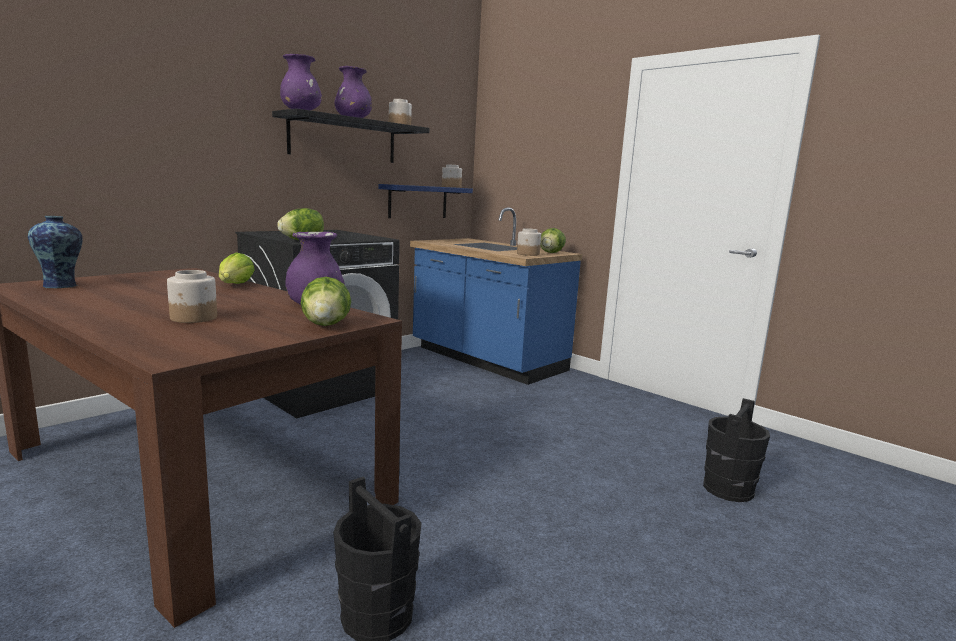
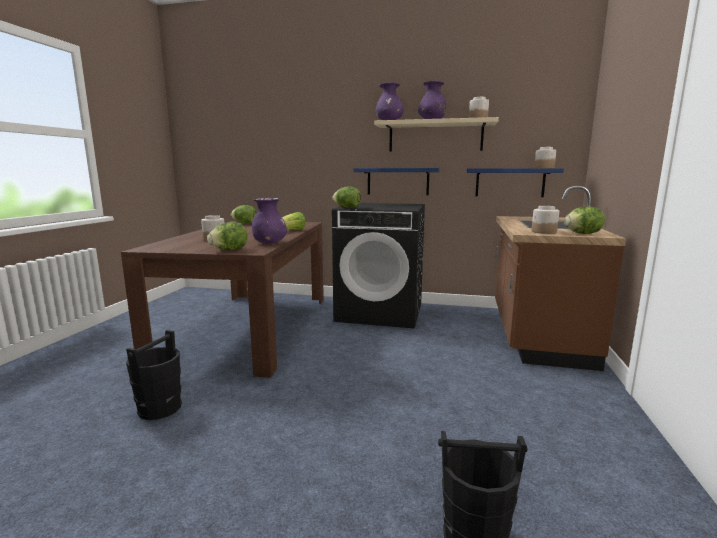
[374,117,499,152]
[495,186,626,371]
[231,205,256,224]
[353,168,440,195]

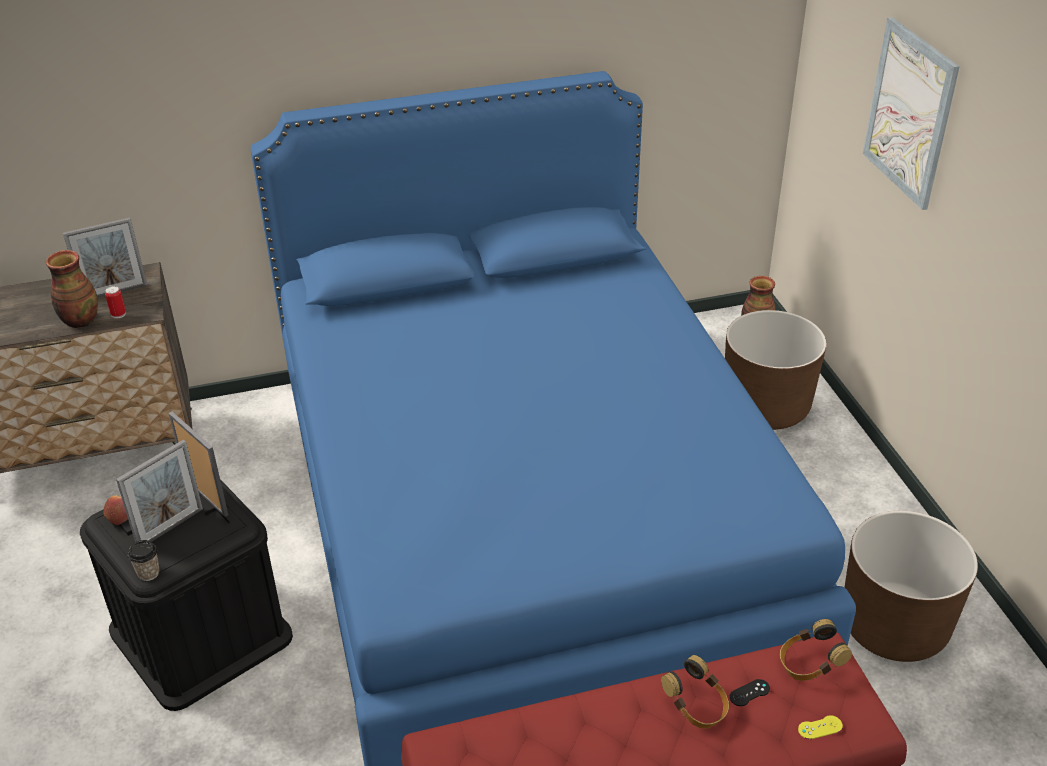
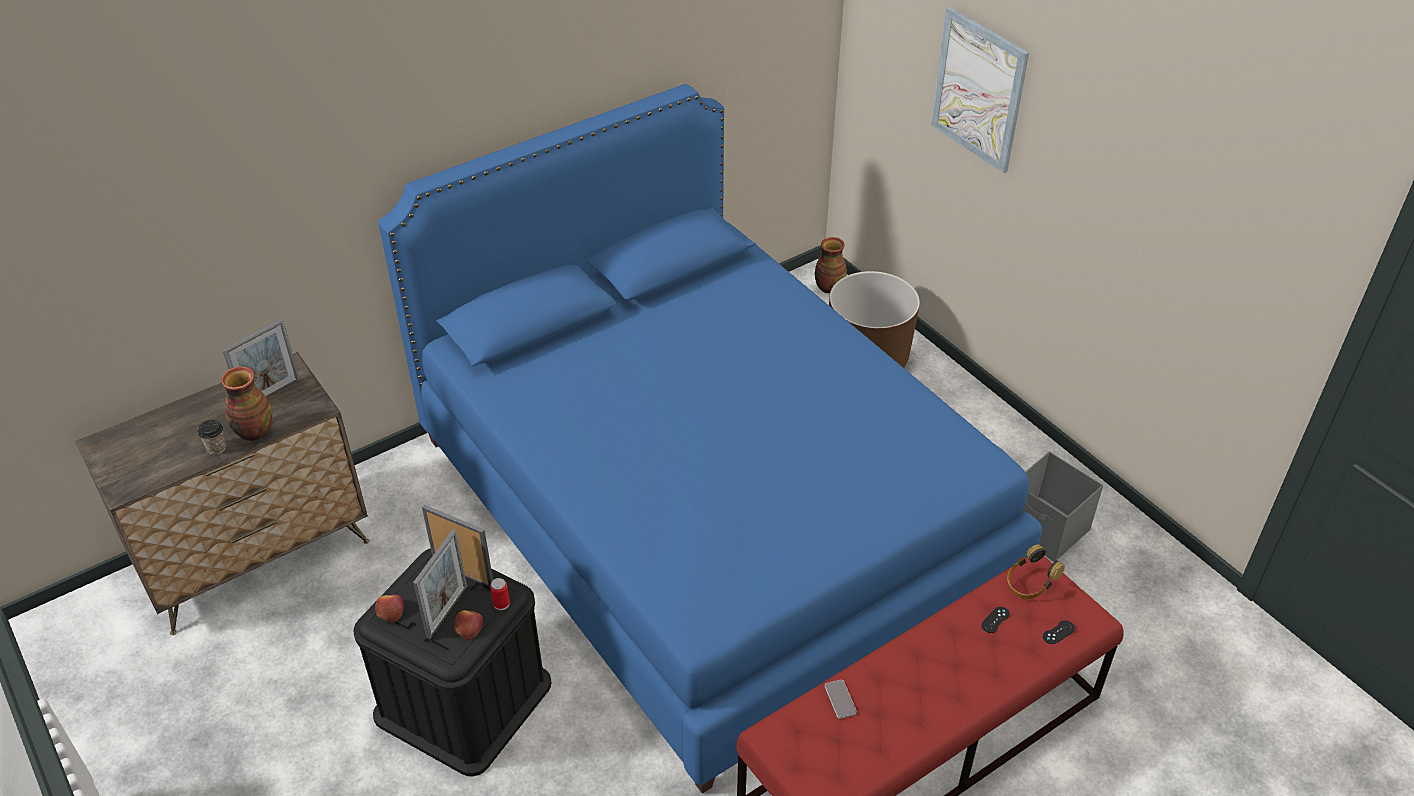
[490,578,510,610]
[1021,452,1103,562]
[198,420,226,455]
[661,655,729,729] (first image)
[1043,620,1075,644]
[454,610,483,640]
[825,680,857,719]

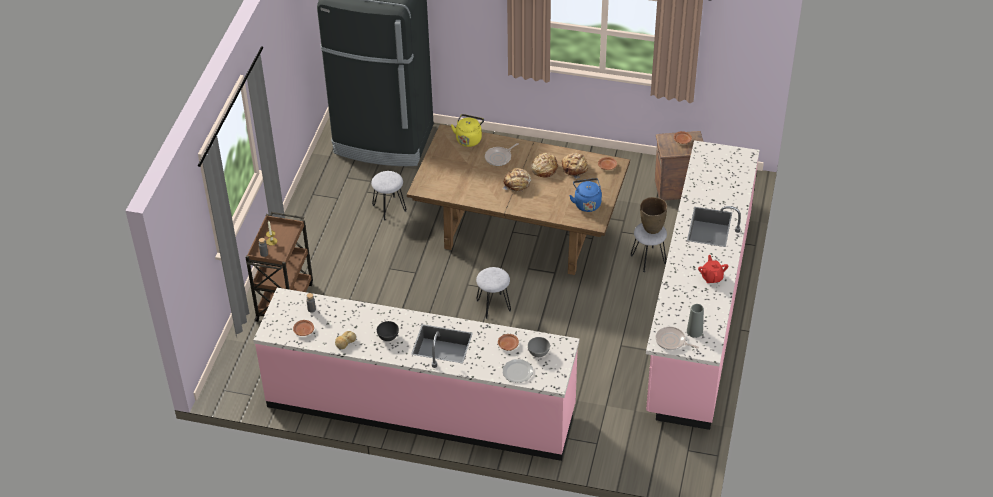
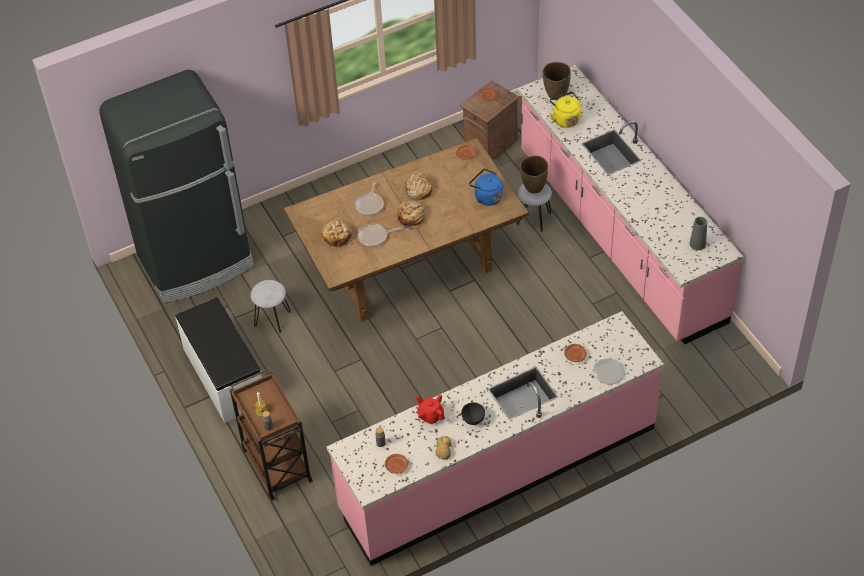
[550,92,581,128]
[321,220,352,247]
[416,395,445,424]
[476,267,511,319] (first image)
[358,224,401,247]
[528,337,550,357] (first image)
[543,62,571,100]
[176,297,262,423]

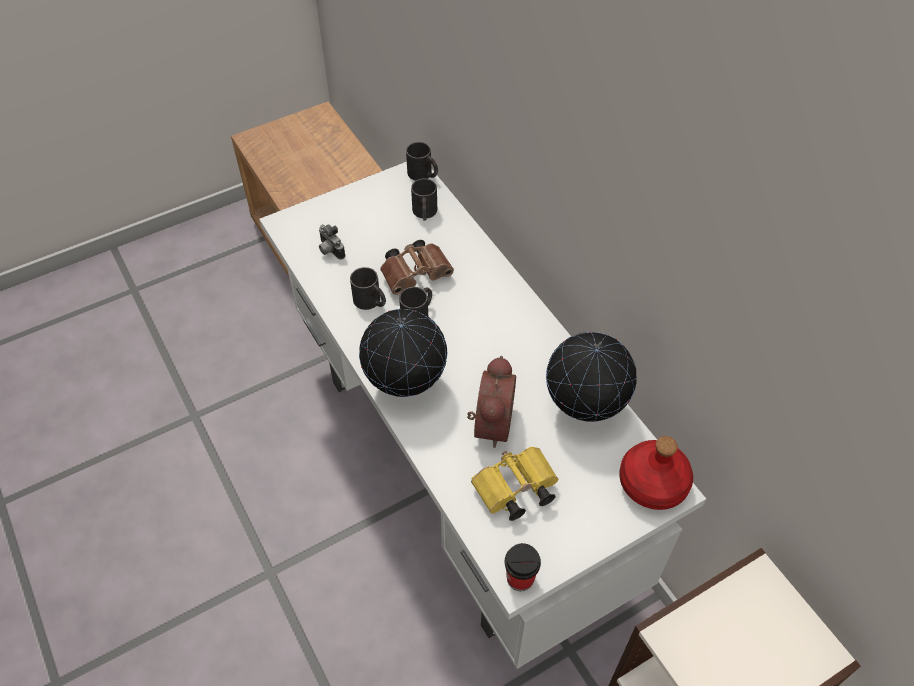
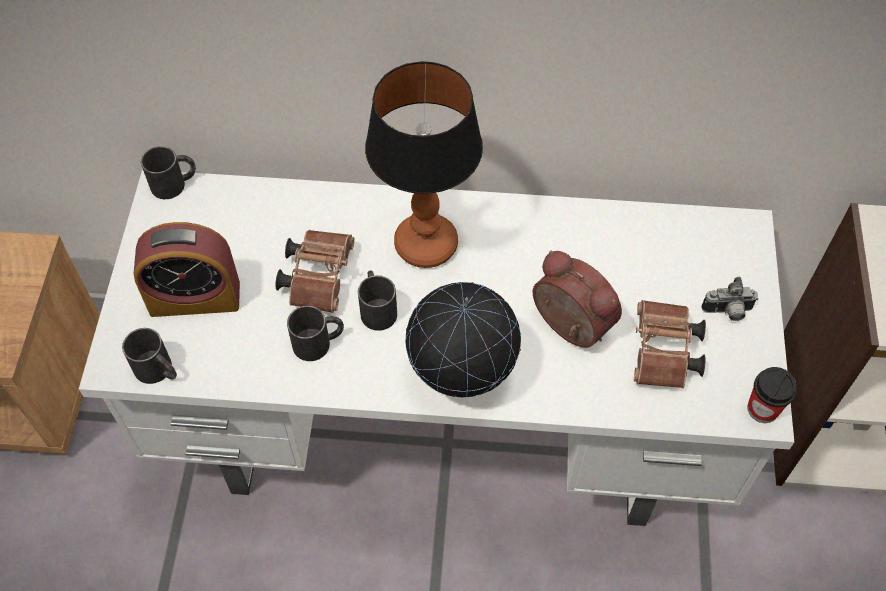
[122,328,177,384]
[701,277,758,321]
[546,332,637,422] (first image)
[619,436,693,510] (first image)
[634,300,706,388]
[365,61,483,268]
[134,222,240,317]

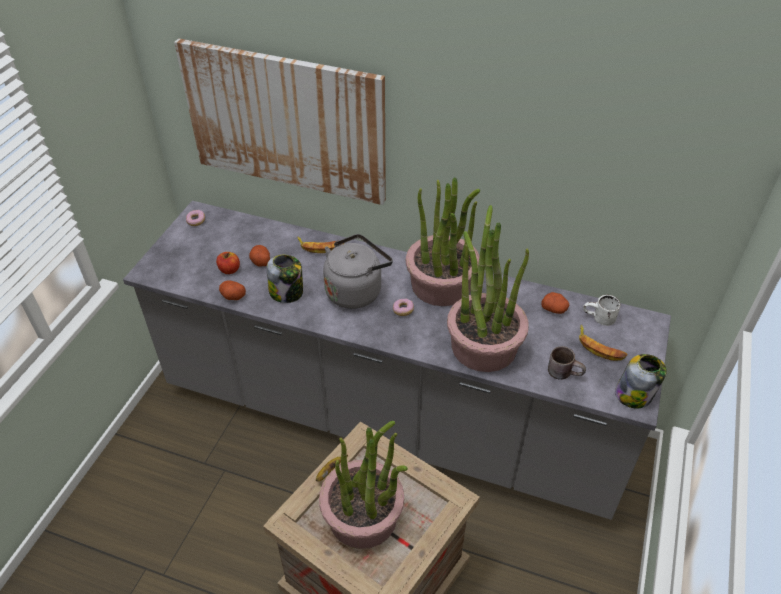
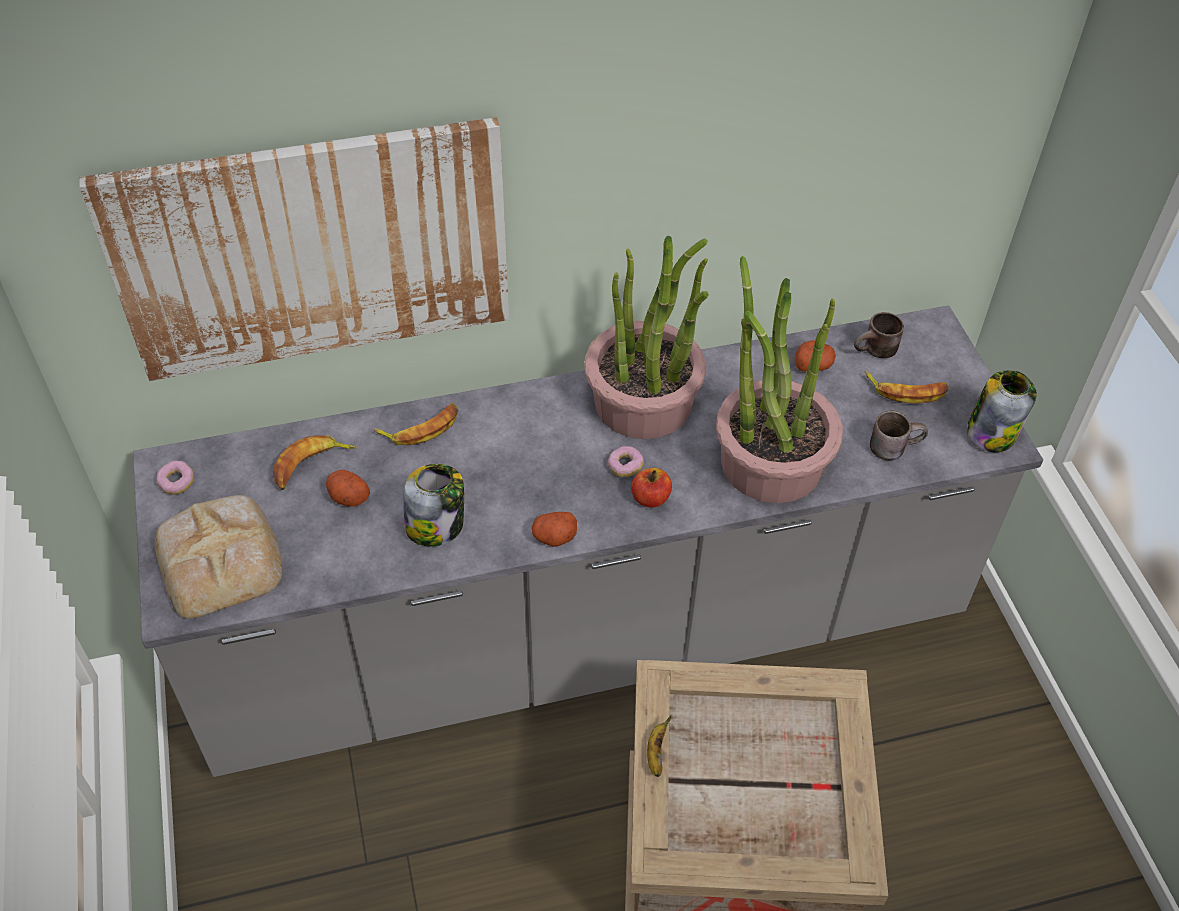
[323,234,393,309] (first image)
[631,468,672,507]
[532,512,577,547]
[854,312,904,358]
[319,421,408,549] (first image)
[273,435,357,490]
[155,495,282,619]

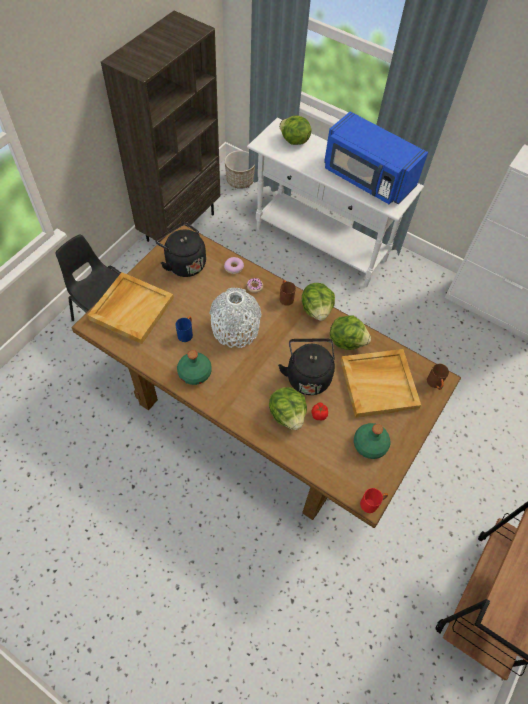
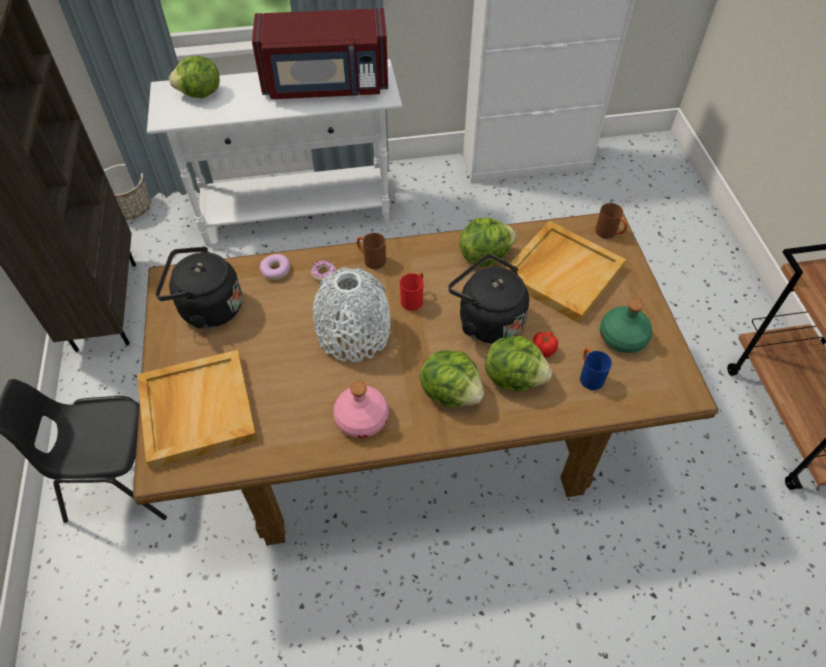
[252,8,388,99]
[419,350,484,407]
[580,348,612,390]
[333,381,389,438]
[400,272,424,311]

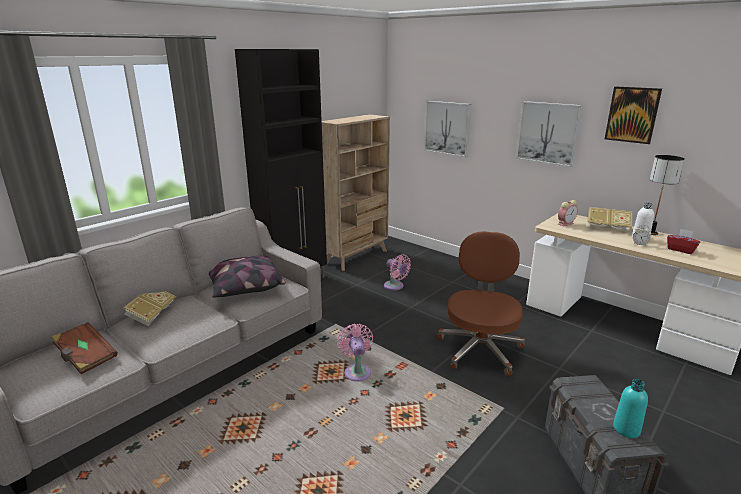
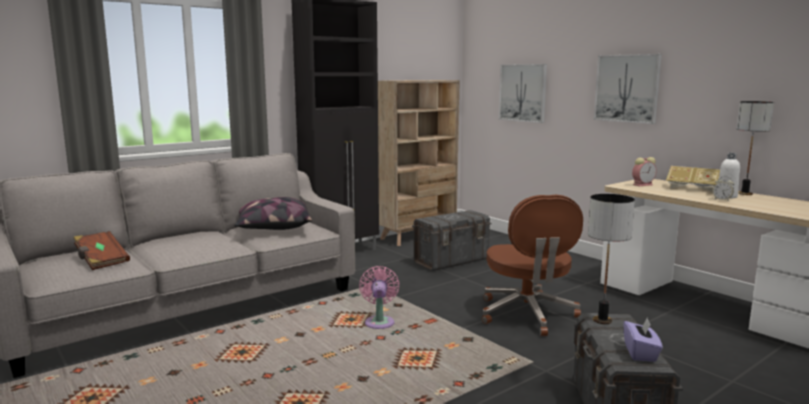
[605,87,662,144] (first image)
[667,229,701,254] (first image)
[482,195,583,336]
[412,210,492,271]
[123,291,176,326] (first image)
[623,318,663,362]
[588,194,635,324]

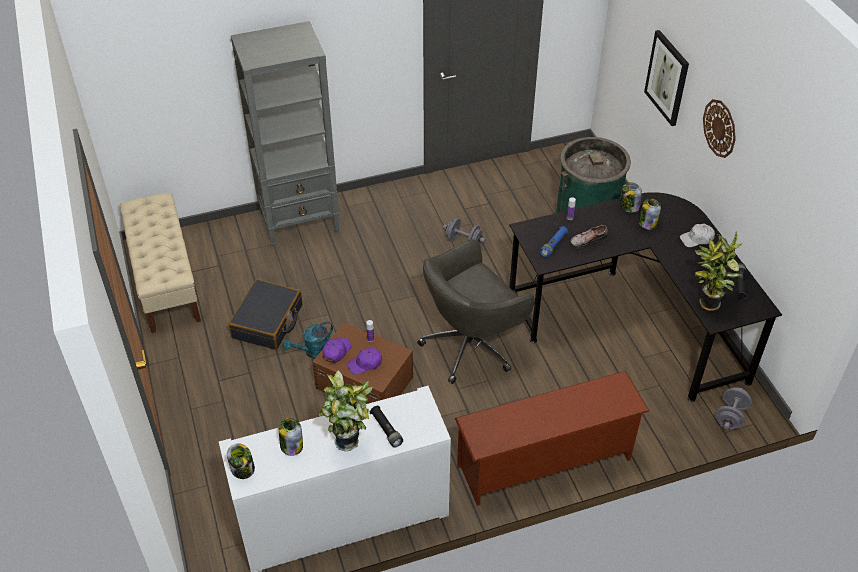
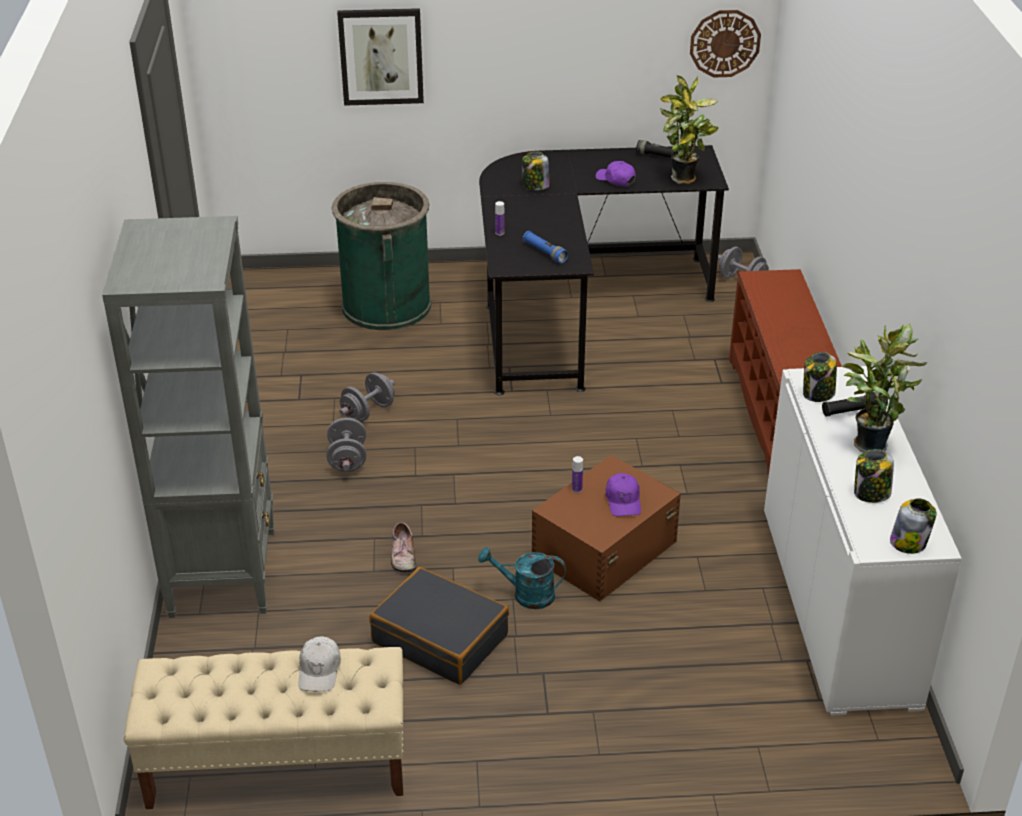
[690,10,761,78]
[803,352,837,402]
[299,637,341,691]
[391,522,417,572]
[417,239,535,384] (first image)
[478,547,566,609]
[596,161,636,187]
[326,418,366,472]

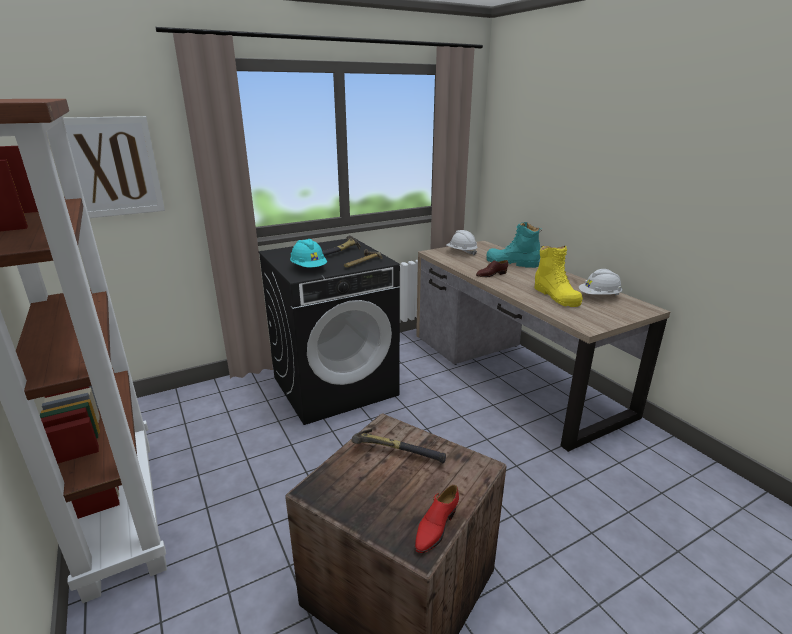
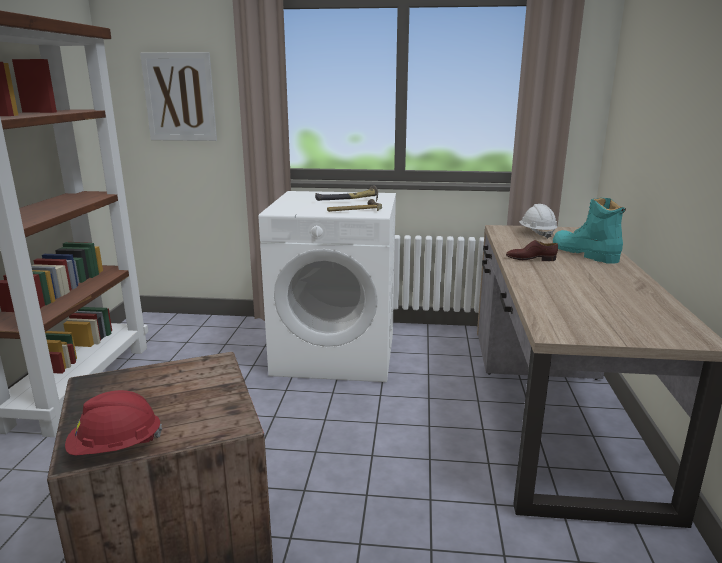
[258,191,396,382]
[290,239,327,267] (first image)
[534,246,583,307] (first image)
[579,269,622,295] (first image)
[352,429,446,463] (first image)
[65,390,162,456]

